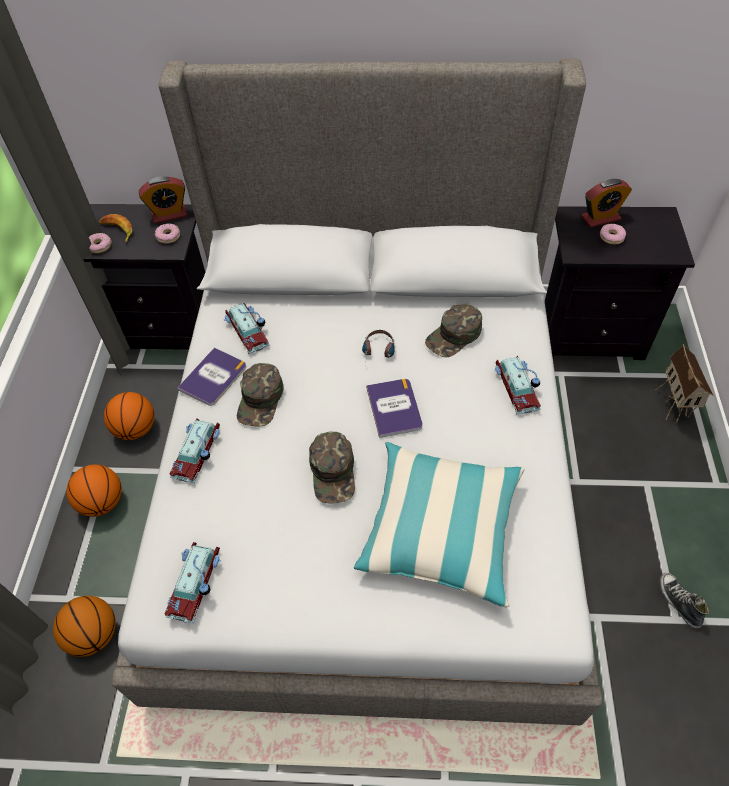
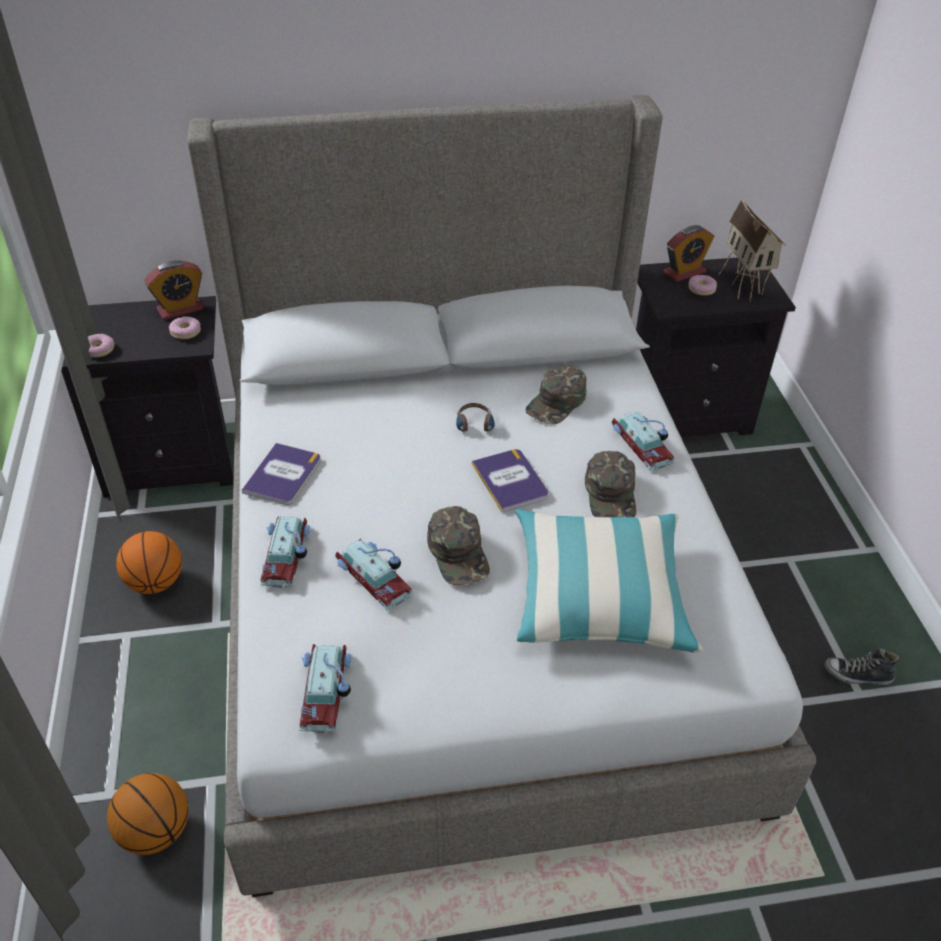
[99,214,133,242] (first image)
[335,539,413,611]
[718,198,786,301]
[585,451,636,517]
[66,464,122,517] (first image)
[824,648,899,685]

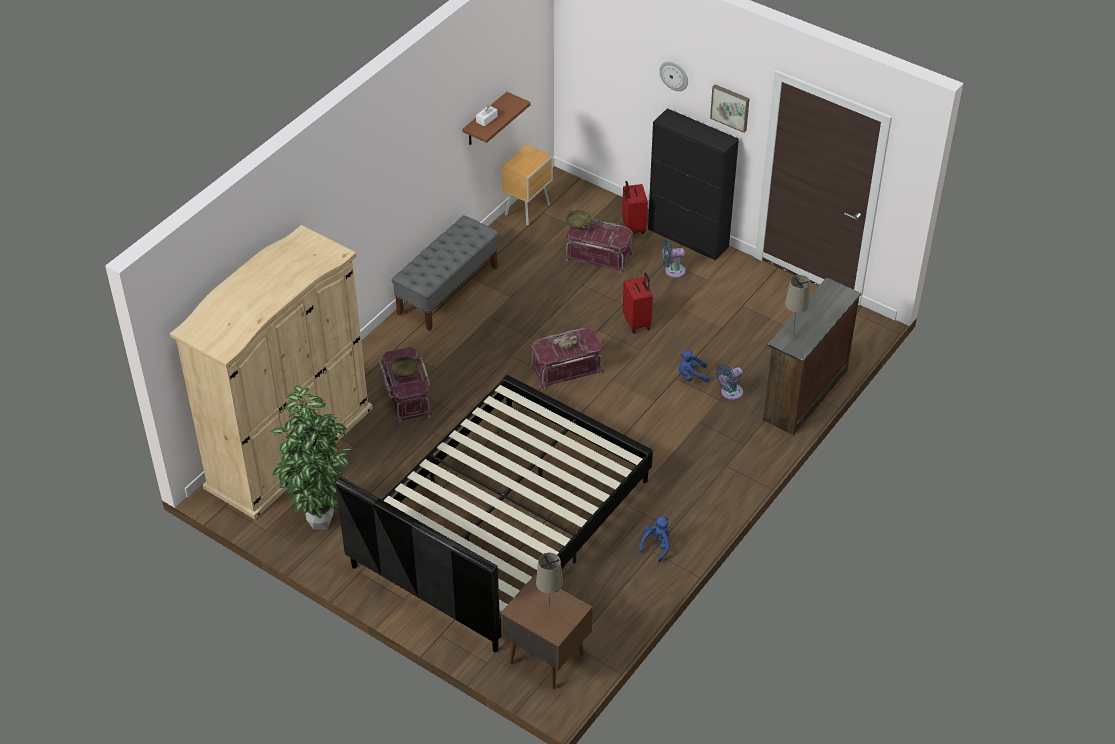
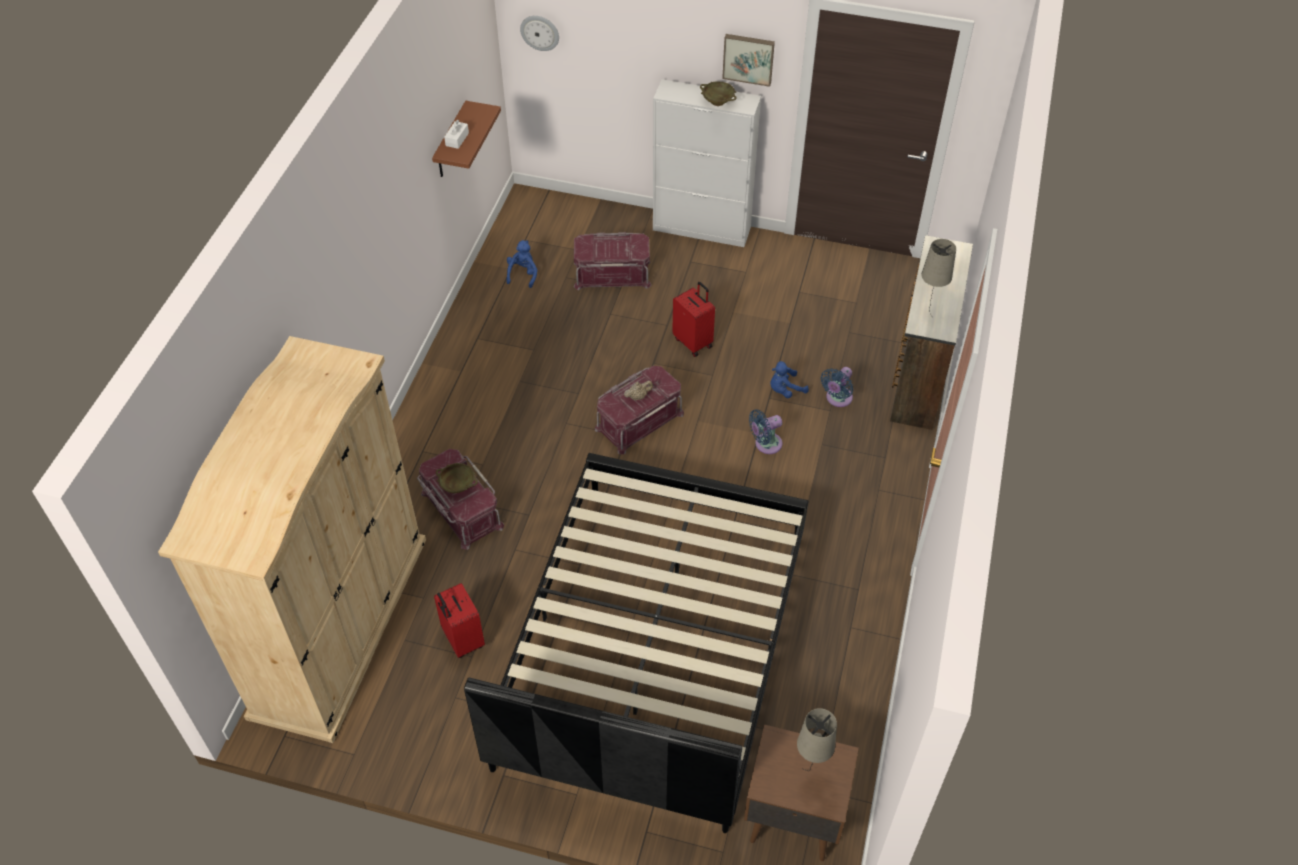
[520,16,559,51]
[653,79,761,247]
[501,144,553,226] (first image)
[434,583,485,658]
[700,81,737,106]
[391,215,499,331] (first image)
[749,409,782,454]
[271,385,355,530] (first image)
[506,240,537,288]

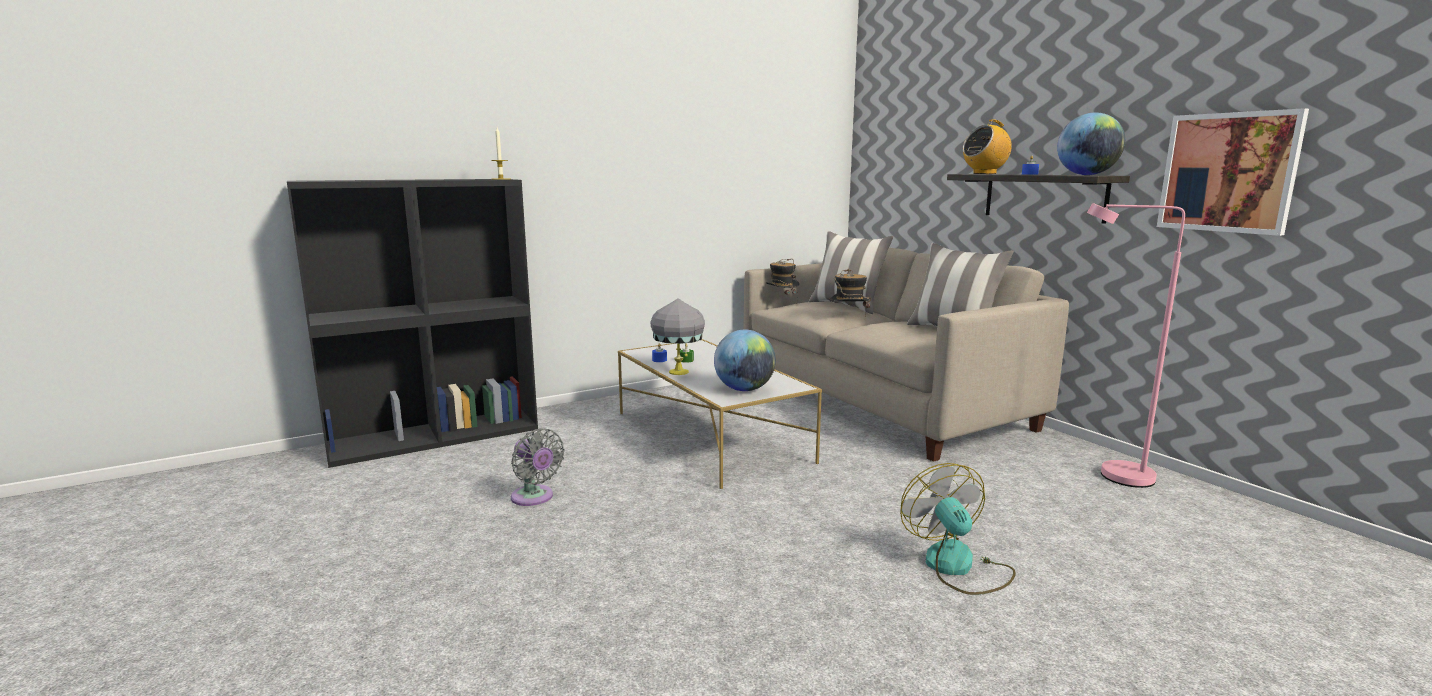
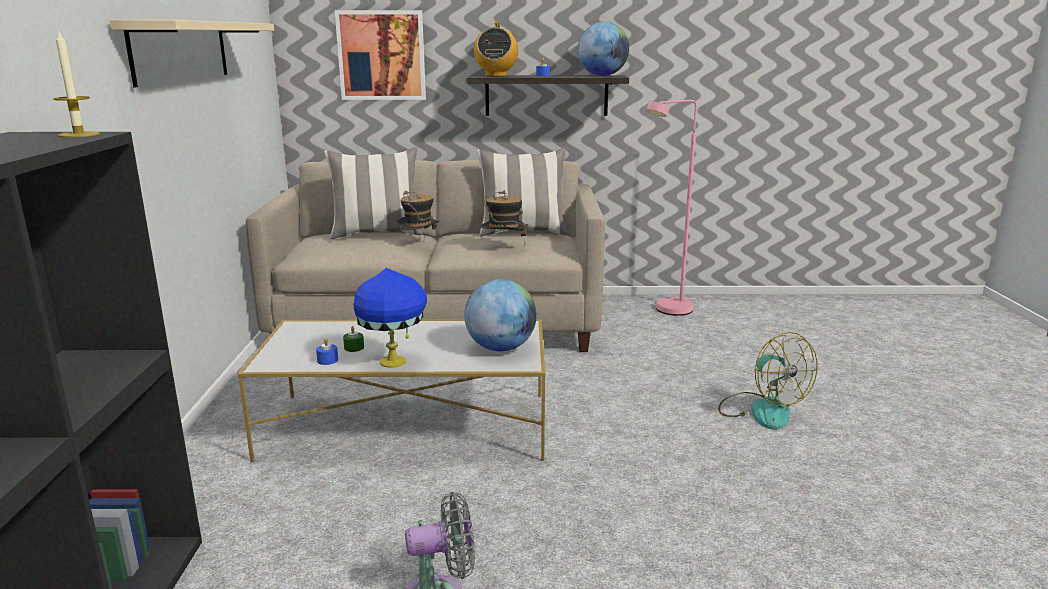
[335,10,426,100]
[481,191,529,237]
[354,268,427,368]
[718,332,817,430]
[110,20,274,88]

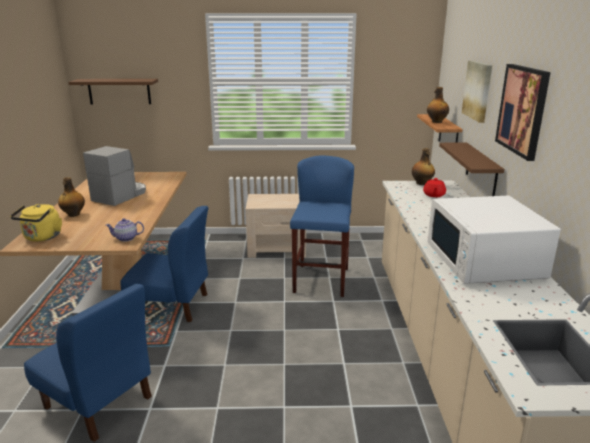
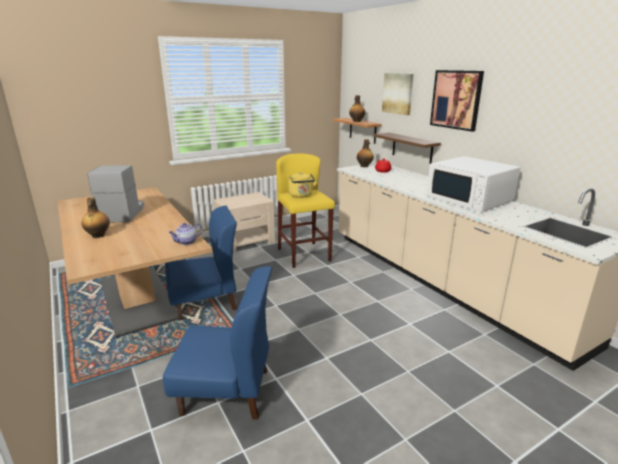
[69,79,158,105] (first image)
[276,154,335,268]
[288,172,317,198]

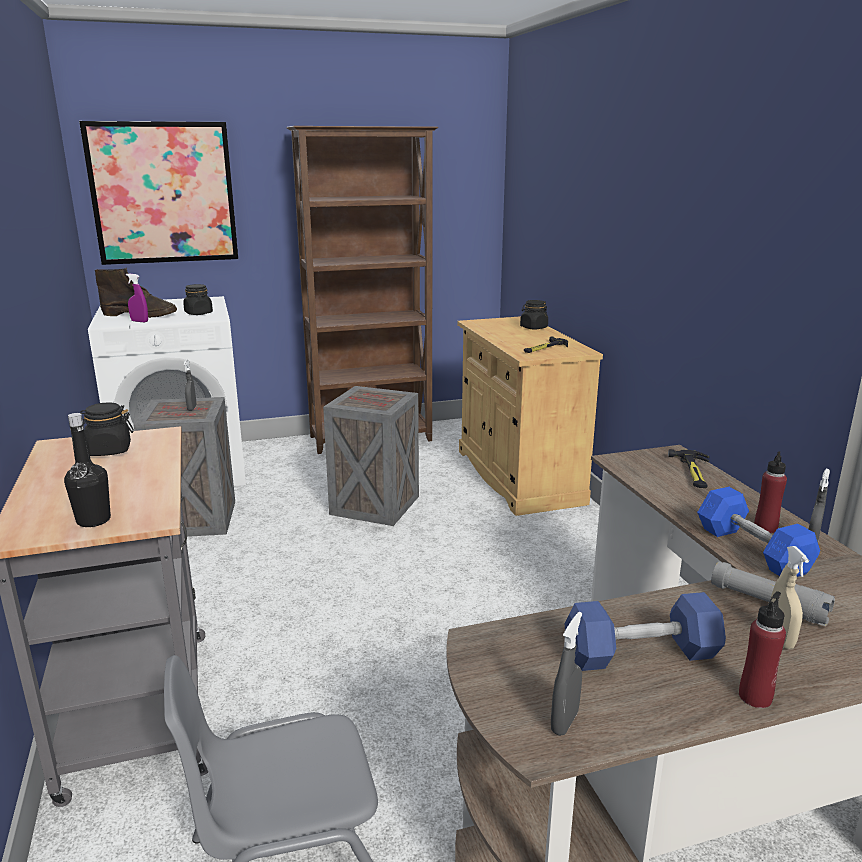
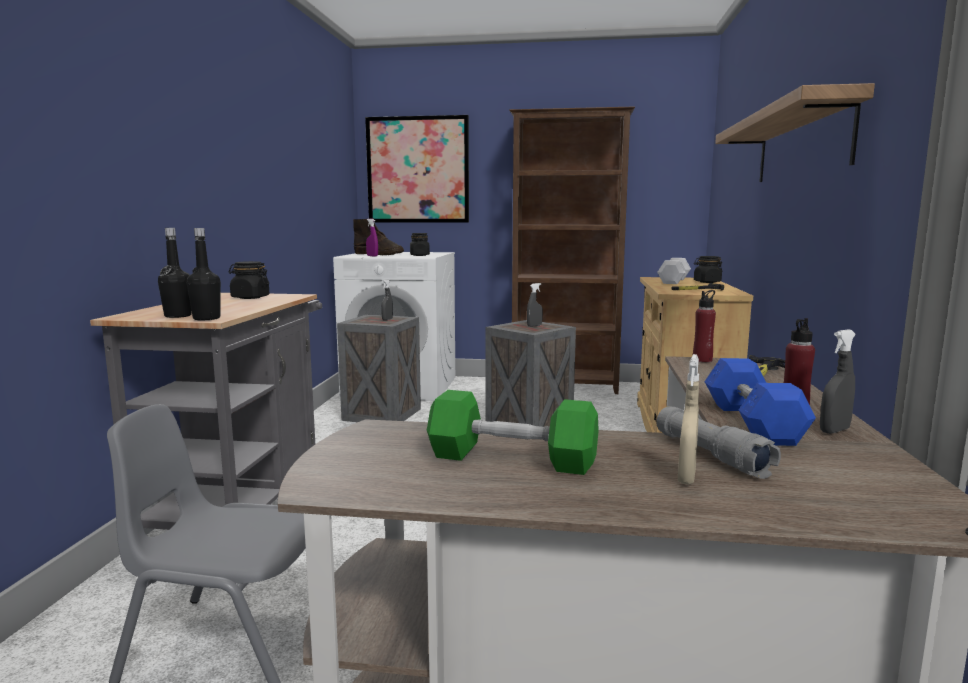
[693,290,716,362]
[427,390,599,475]
[527,283,543,327]
[715,83,875,182]
[187,228,221,320]
[657,258,691,284]

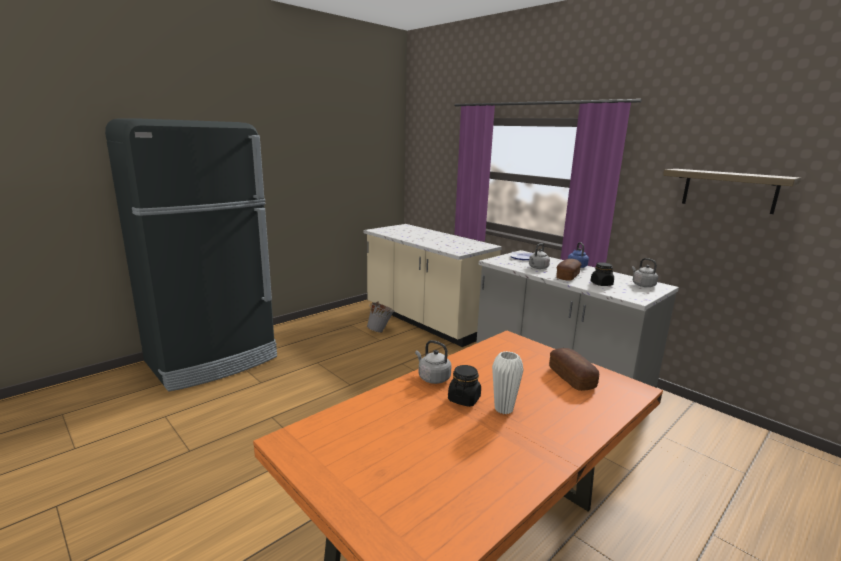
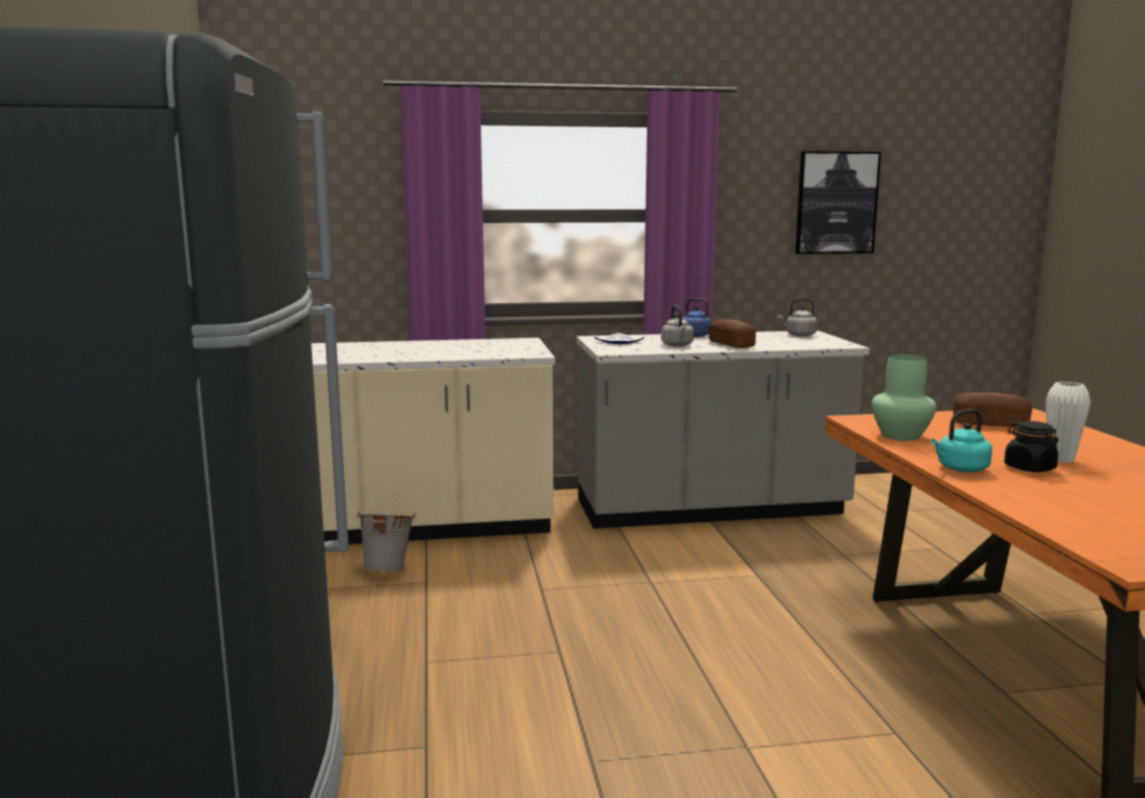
[795,151,881,254]
[591,262,614,286] (first image)
[931,409,992,472]
[872,354,936,441]

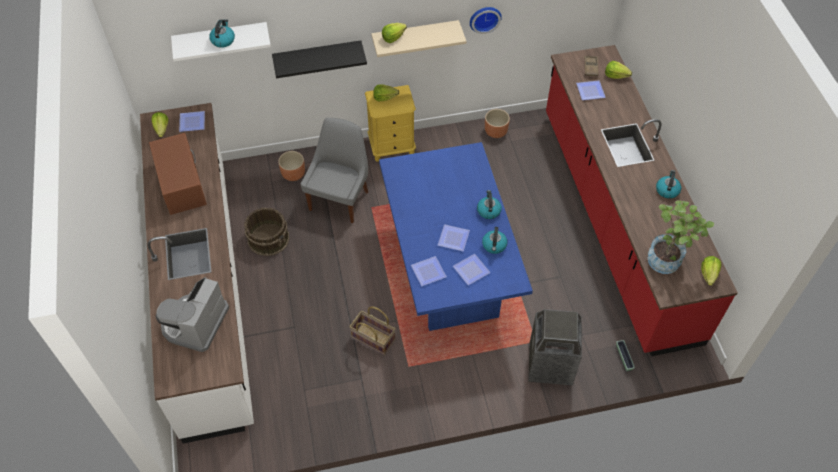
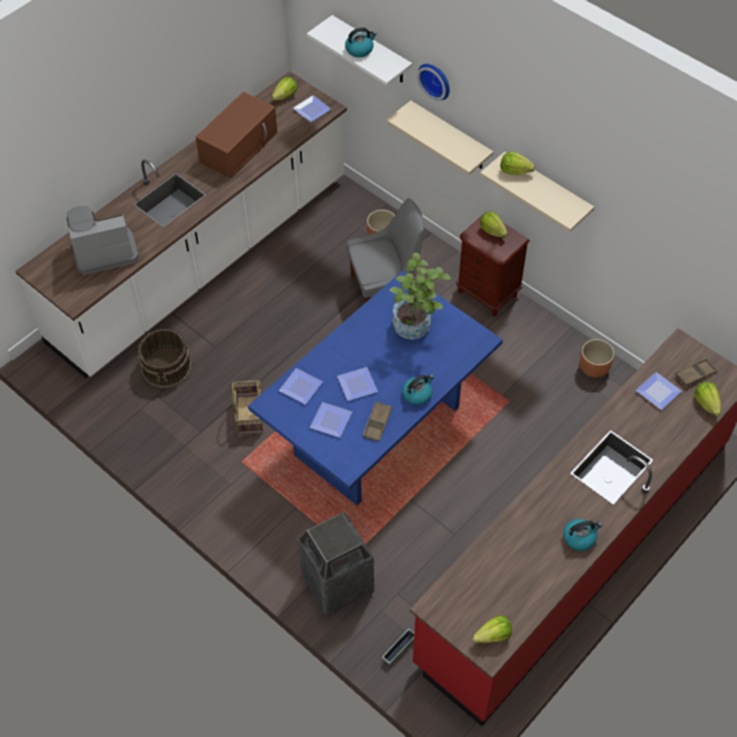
[417,64,450,101]
[386,101,494,175]
[456,212,530,316]
[389,253,451,340]
[138,329,192,388]
[362,402,392,442]

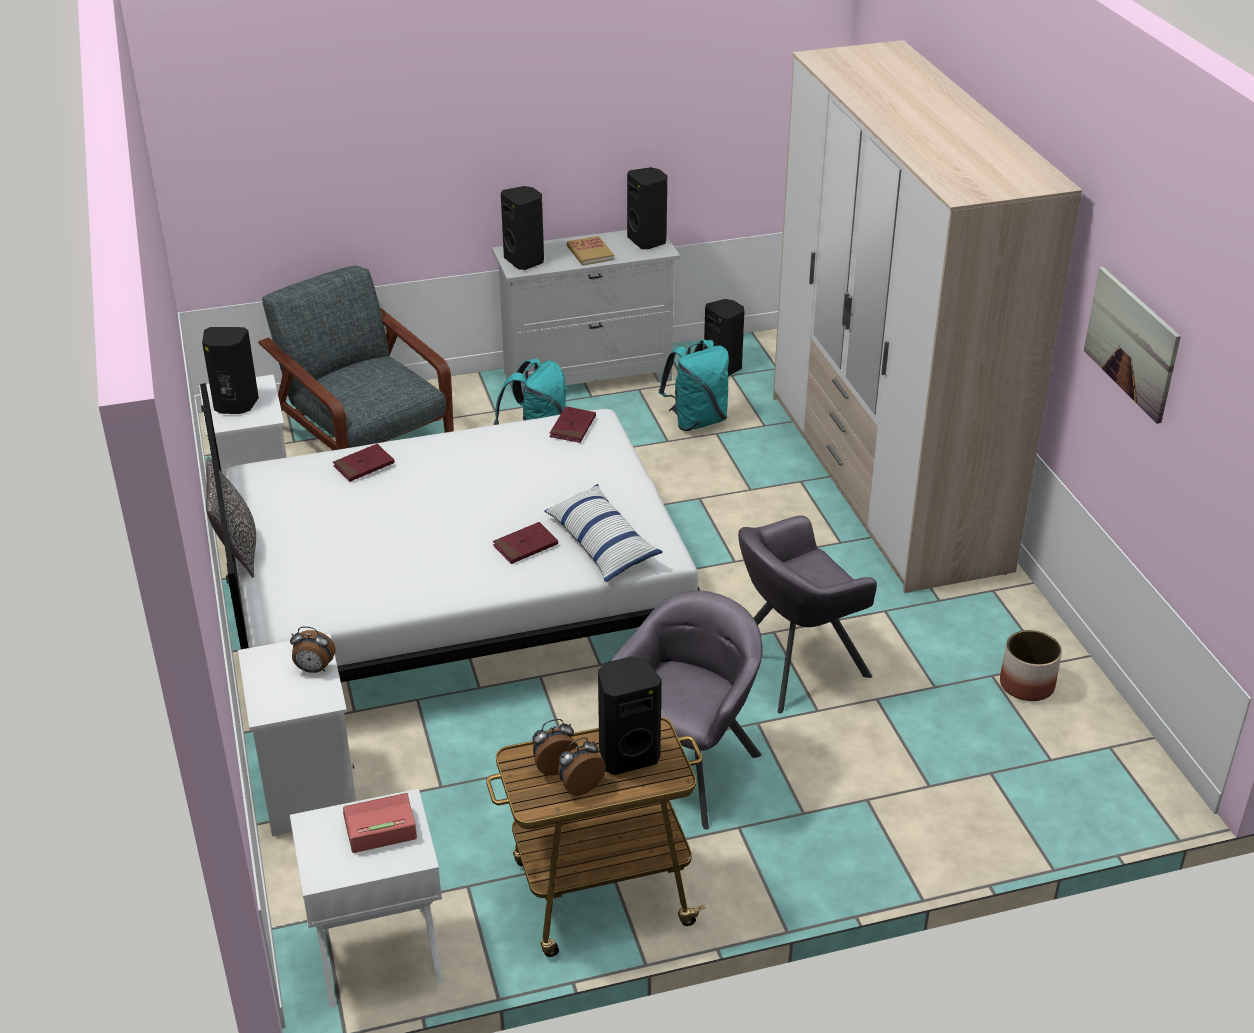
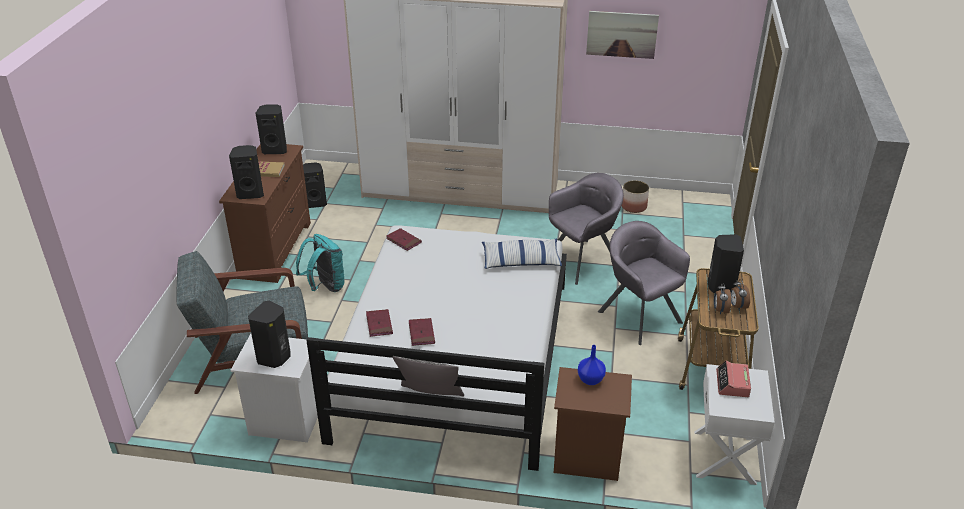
[219,144,311,283]
[658,340,729,431] (first image)
[549,173,624,285]
[409,318,435,346]
[578,345,606,385]
[554,367,632,481]

